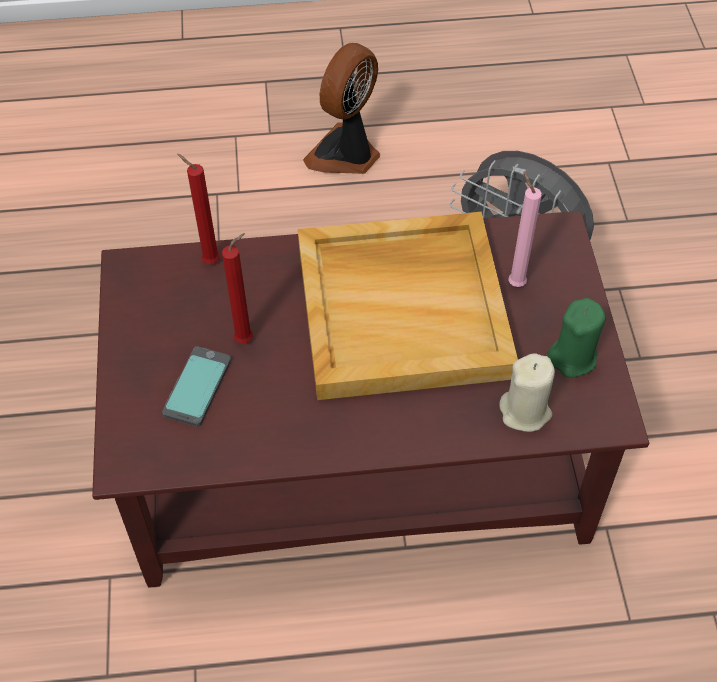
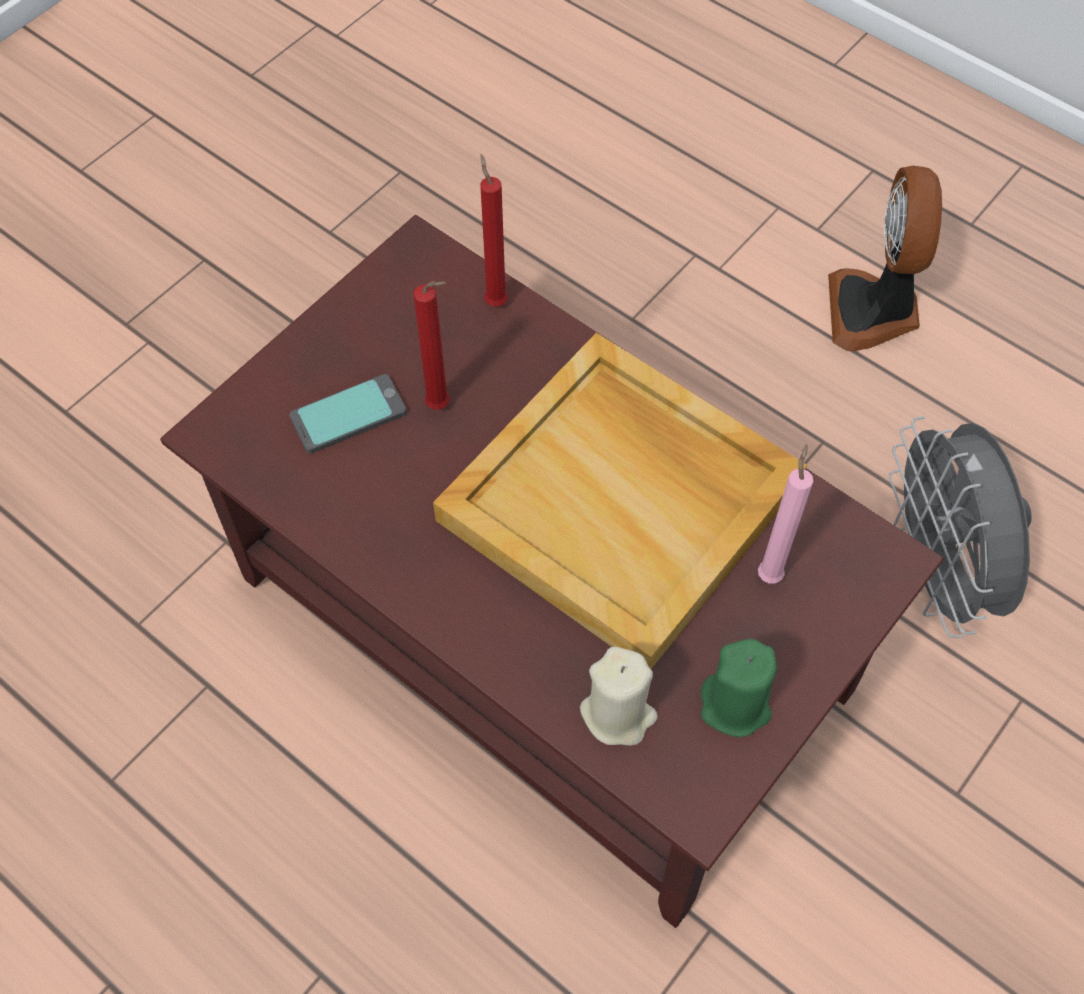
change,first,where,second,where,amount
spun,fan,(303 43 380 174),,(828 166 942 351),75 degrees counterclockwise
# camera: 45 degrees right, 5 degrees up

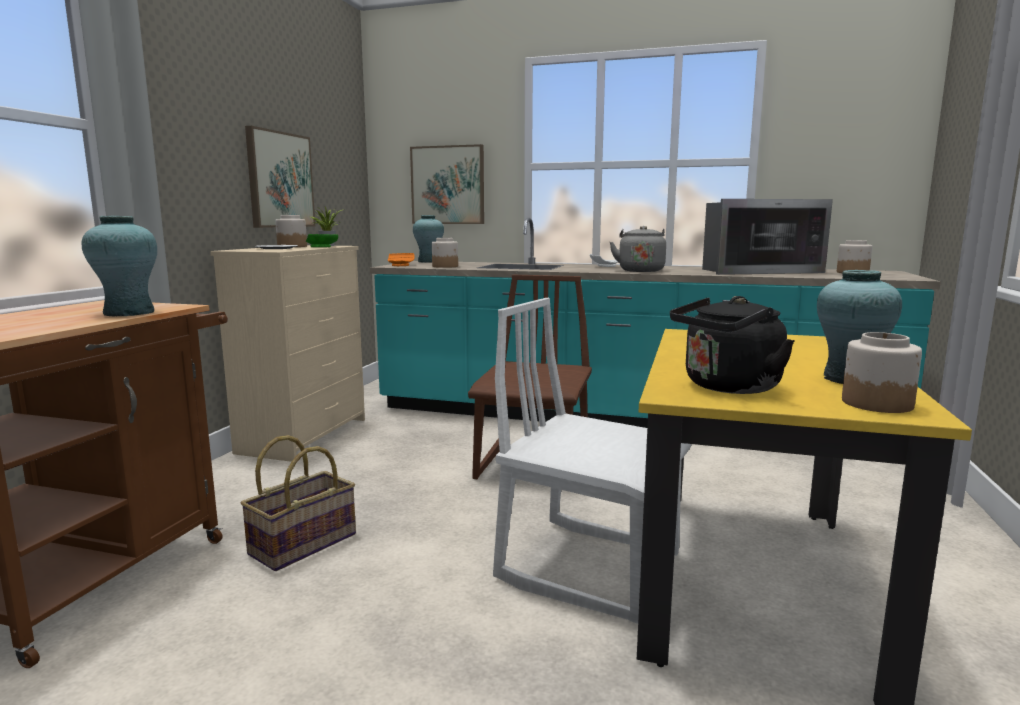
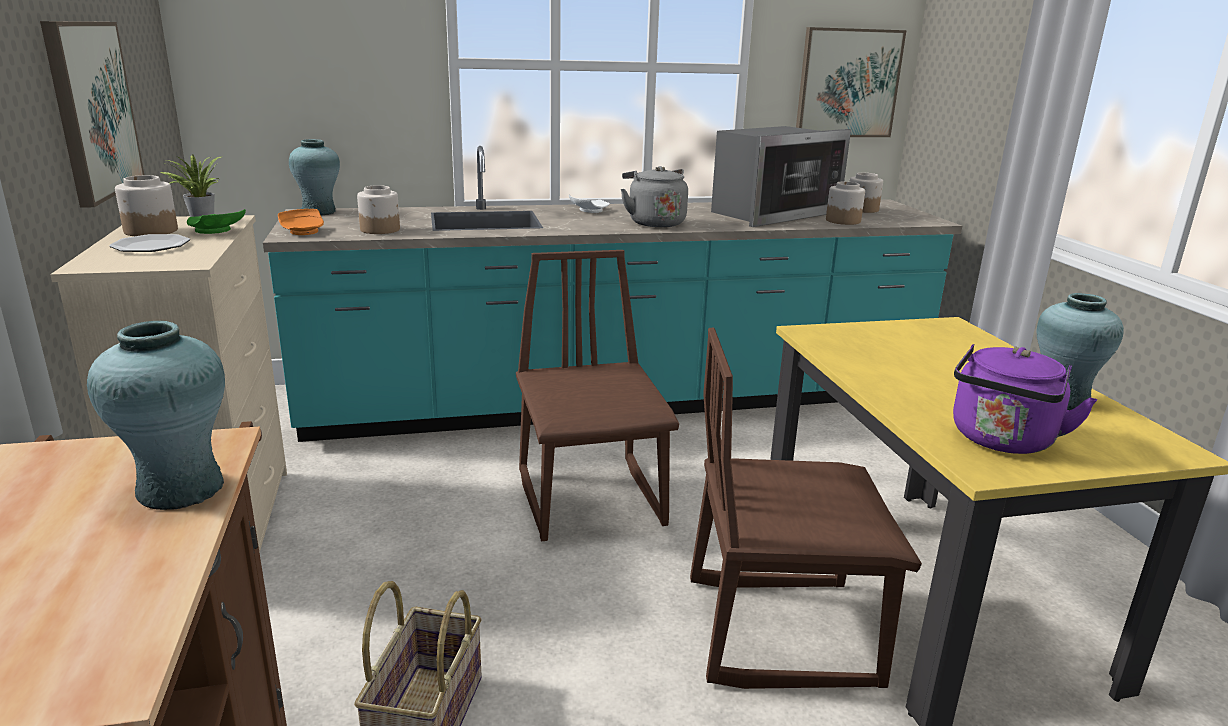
change,first,where,second,where,amount
colour,white-coloured plain chair,(493 298 691 624),brown plain chair,(690 328 922 689),
relocated,wall picture,(410 144 484 224),,(796 27 906 137),
relocated,storage jar,(842 332 922 413),,(826 181 865 225),
colour,black tea kettle,(670 296 794 394),purplish tea kettle,(953 344 1097 454),
# camera: 30 degrees left, 10 degrees up

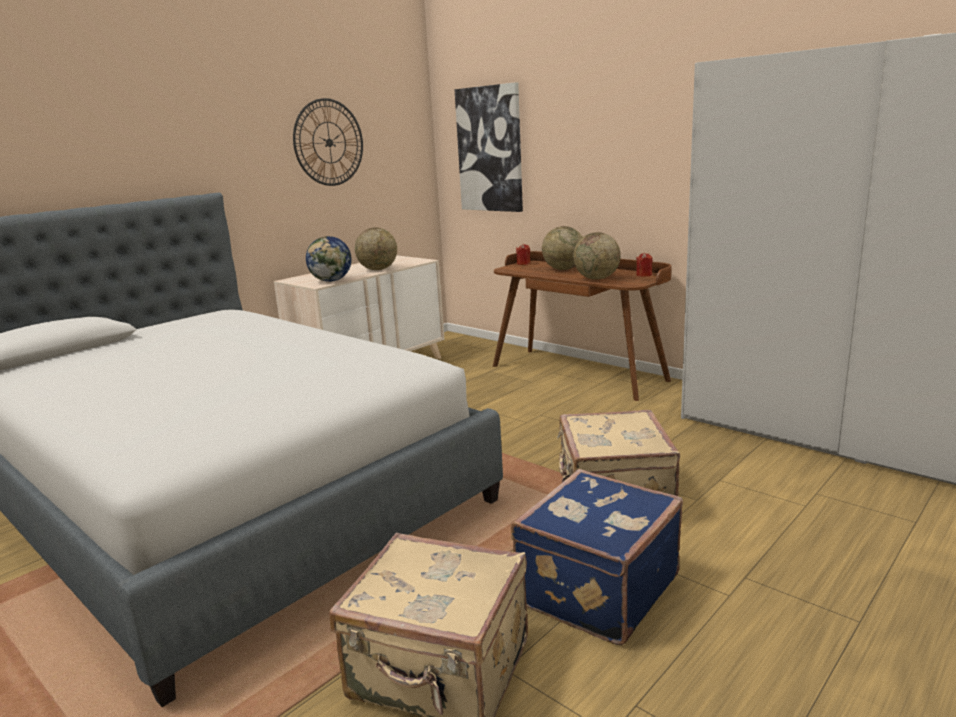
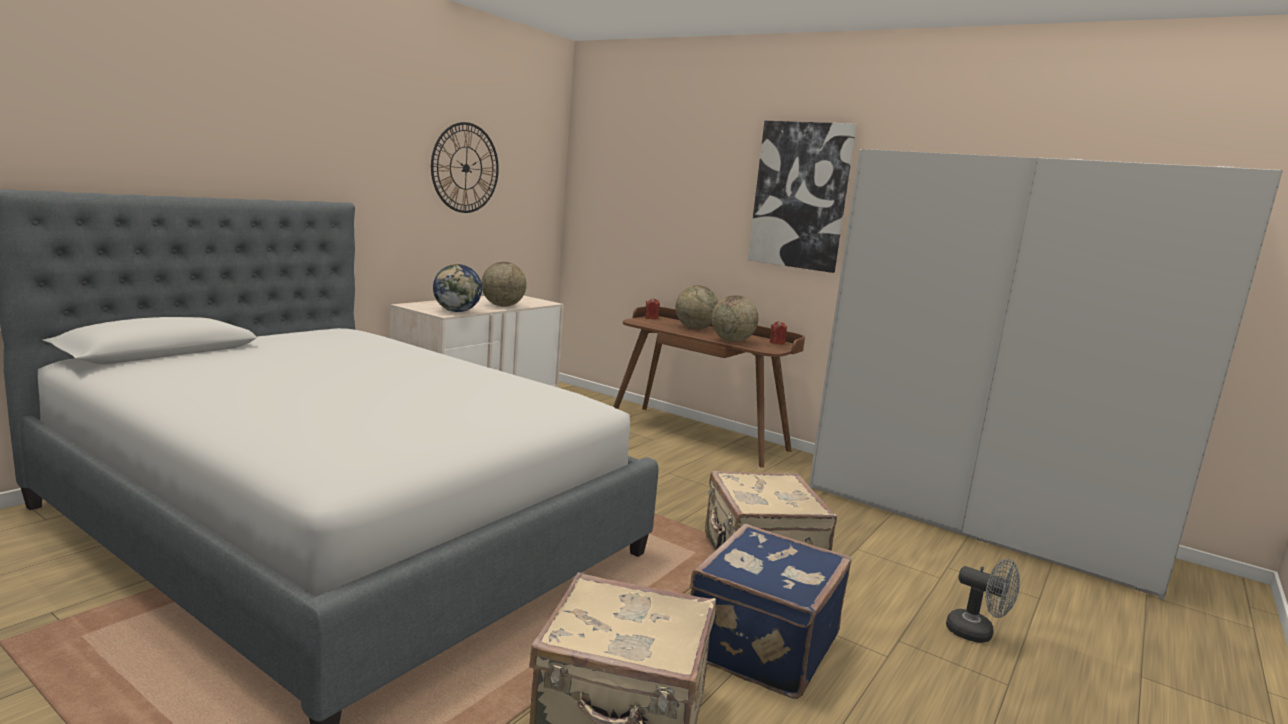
change,first,where,second,where,amount
relocated,wall picture,(455 82 523 212),,(748 121 857 273),
appeared,,,greyish fan,(946 559 1020 643),
# camera: 10 degrees left, 5 degrees down

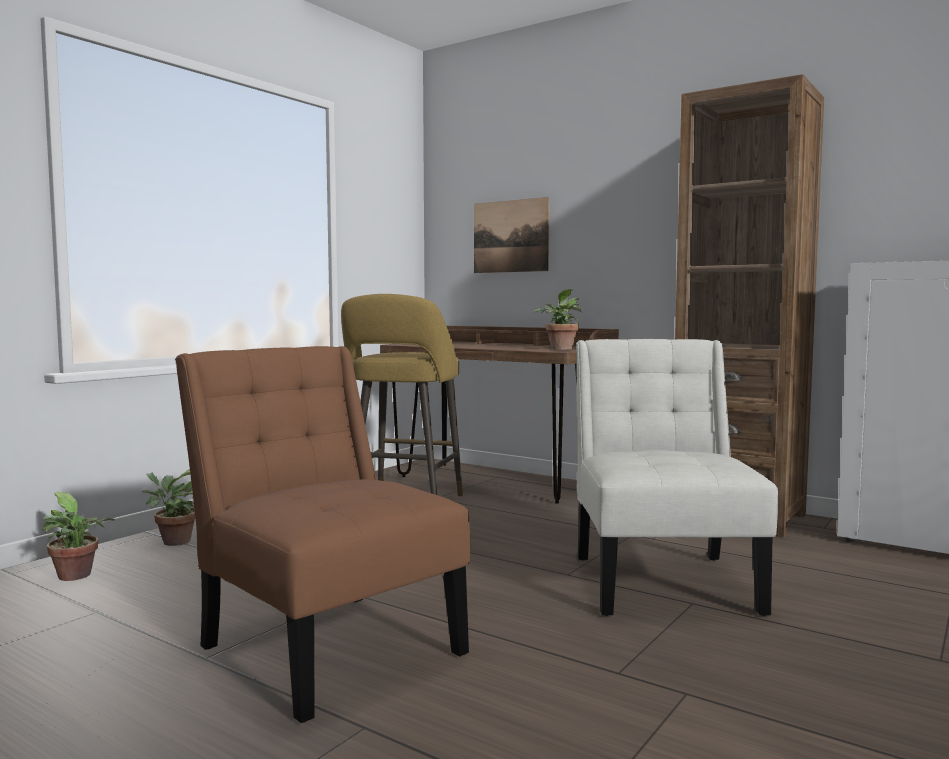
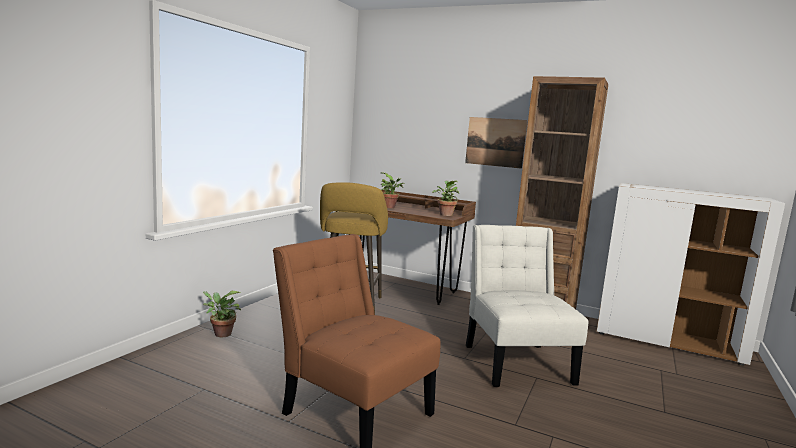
change,first,where,second,where,amount
relocated,plant in a pot,(42 492 115 581),,(381 172 405 208),
relocated,wall picture,(474 197 550 273),,(465 117 528 169),
# camera: 10 degrees left, 5 degrees up

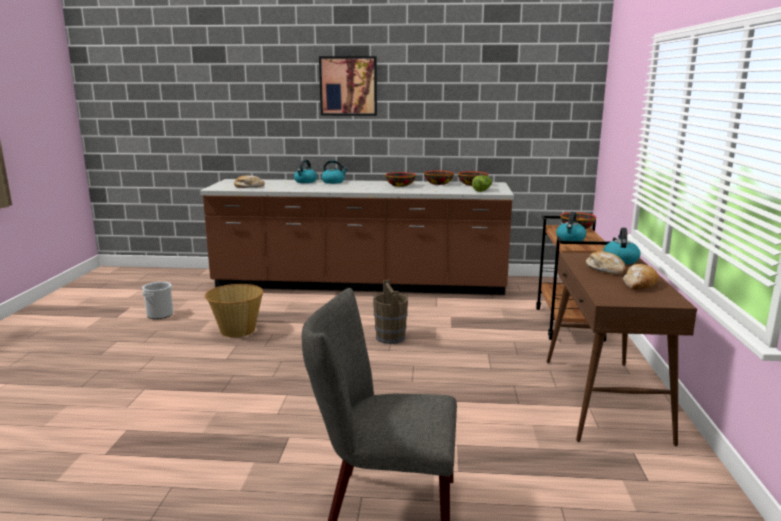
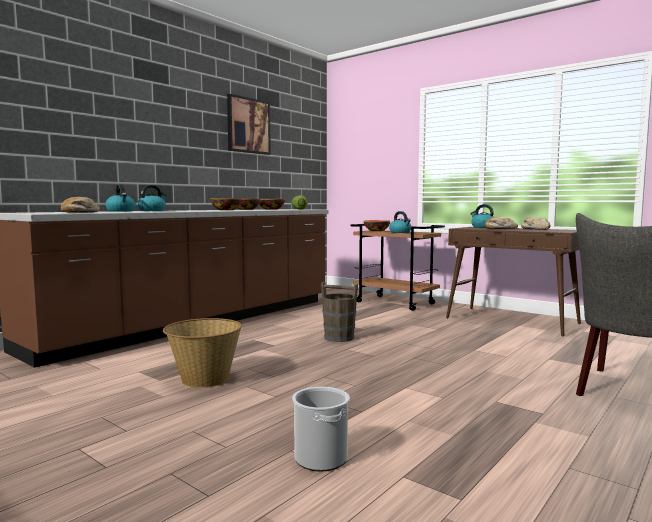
change,first,where,second,where,amount
relocated,wall picture,(319 56 377 116),,(227 94 271 155),
relocated,water bucket,(142 282 174 319),,(292 387 350 471),
# camera: 55 degrees left, 10 degrees down

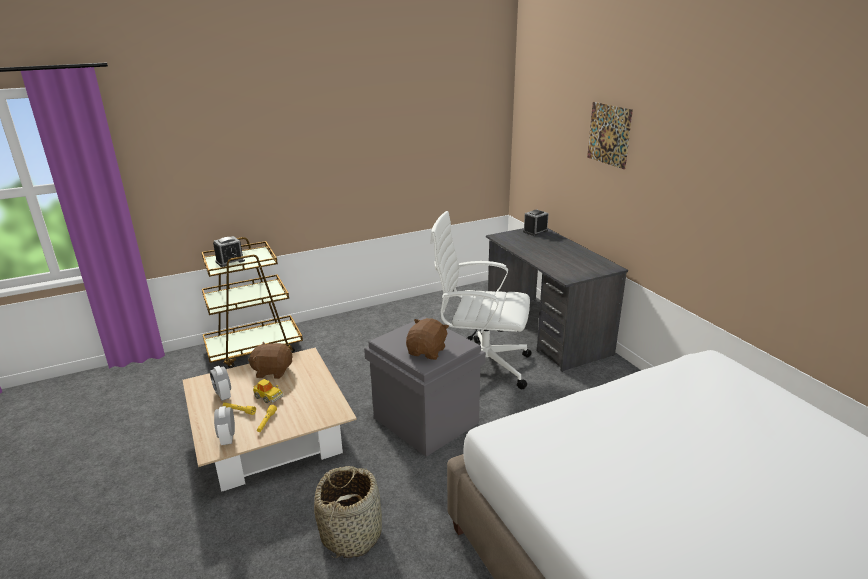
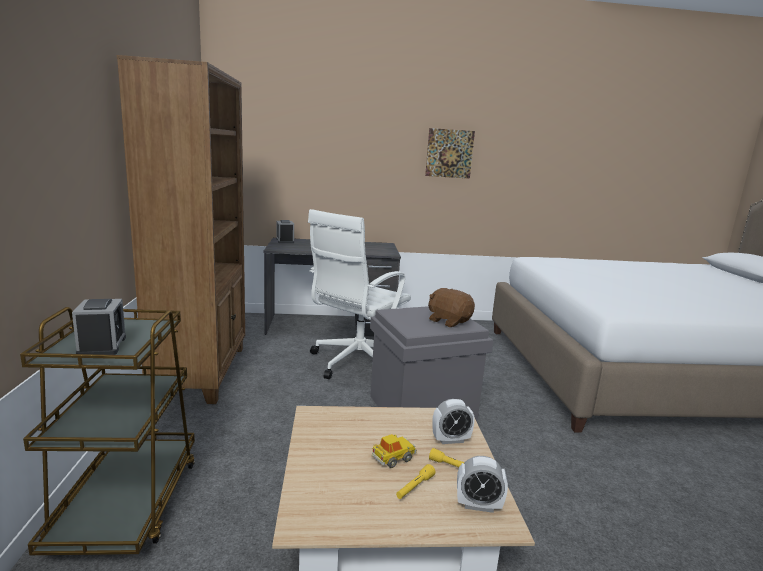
change,first,where,second,where,amount
appeared,,,brown bookcase,(117 55 245 404),
relocated,wall picture,(587 102 633 169),,(425 128 475 179),
relocated,bedside clock,(210 366 231 401),,(432 399 475 444),
missing,brown soft toy,(248 341 292 379),,,
missing,household basket,(314 466 382 558),,,
# camera: 70 degrees left, 10 degrees down

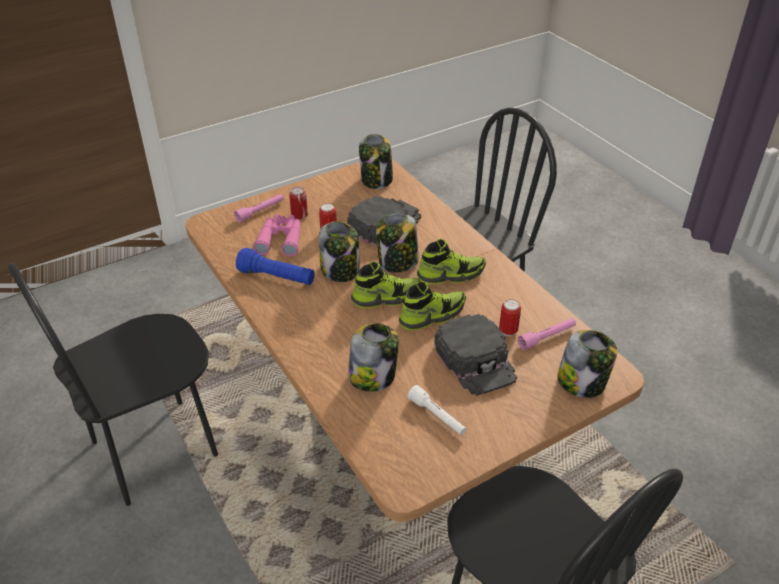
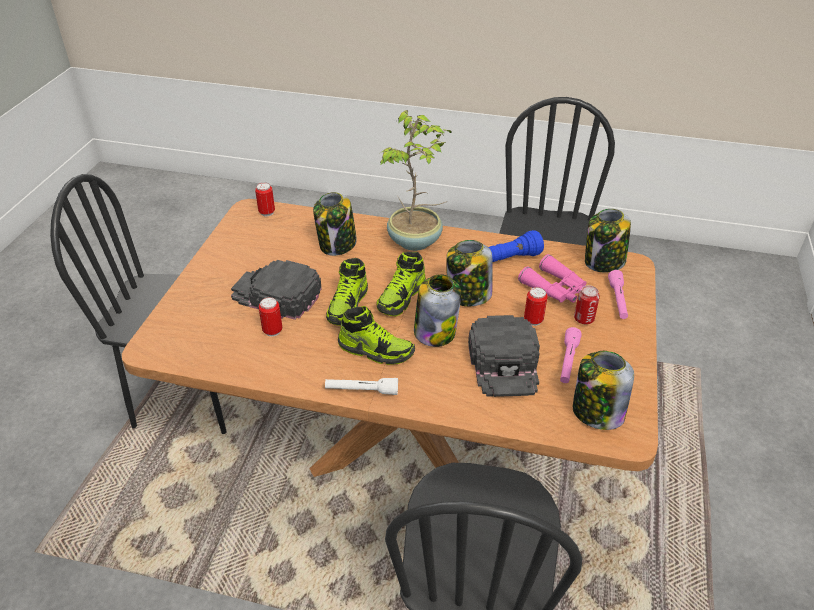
change,first,where,second,where,amount
appeared,,,sealed can,(255 183 275 216),
relocated,white-coloured torch,(408 385 466 435),,(325 378 398 395),
spun,low shoe,(417 239 486 284),,(338 306 415 365),105 degrees counterclockwise
appeared,,,plant in a pot,(380 110 451 251),
relocated,pink-coloured torch,(518 318 576 350),,(560 327 582 383),
relocated,storage jar,(557 330 617 398),,(585 209 631 272),
# camera: 135 degrees right, 0 degrees up

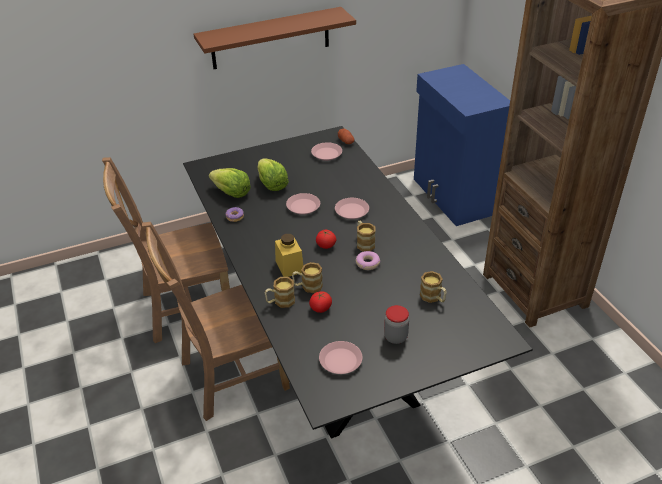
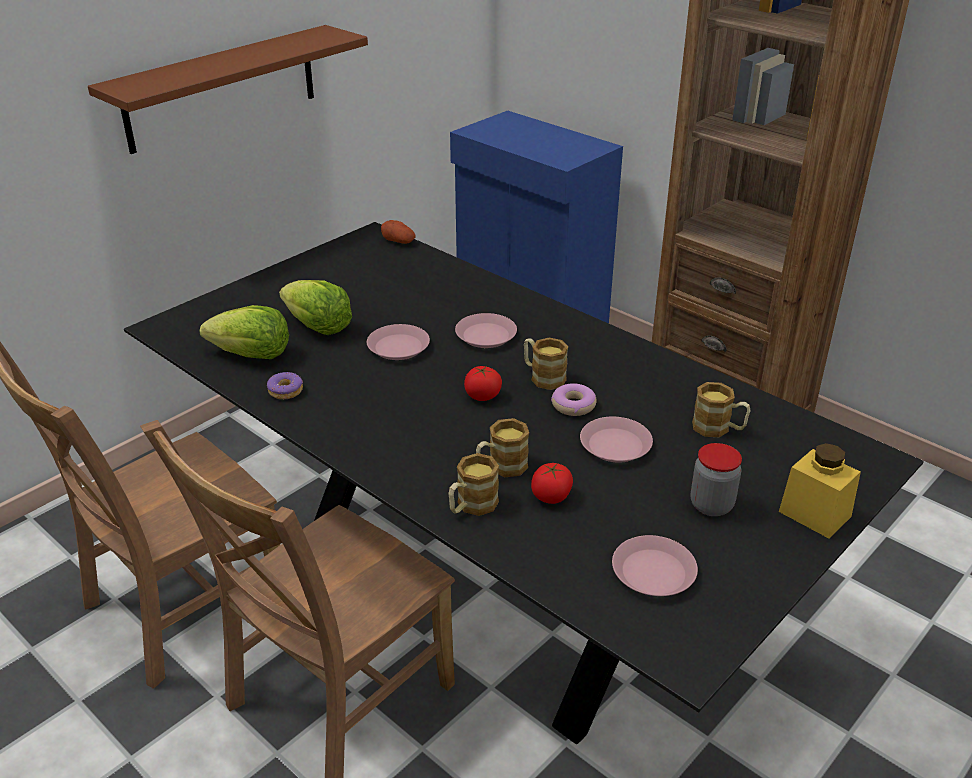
change,first,where,second,where,amount
relocated,pink-coloured dinner plate,(311 142 342 161),,(580 417 653 463),
relocated,yellowish storage jar,(275 234 303 277),,(779 443 861 538),
# camera: 25 degrees left, 5 degrees down

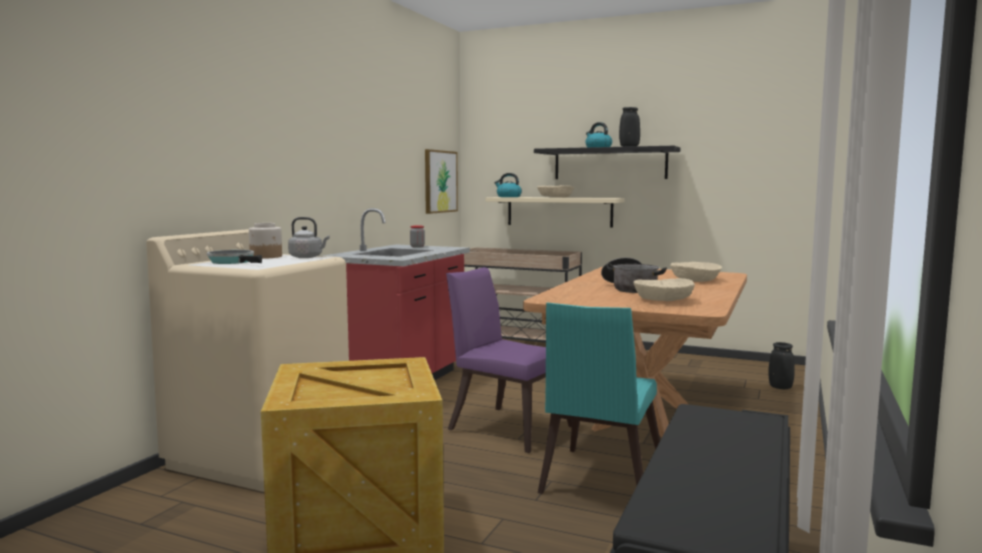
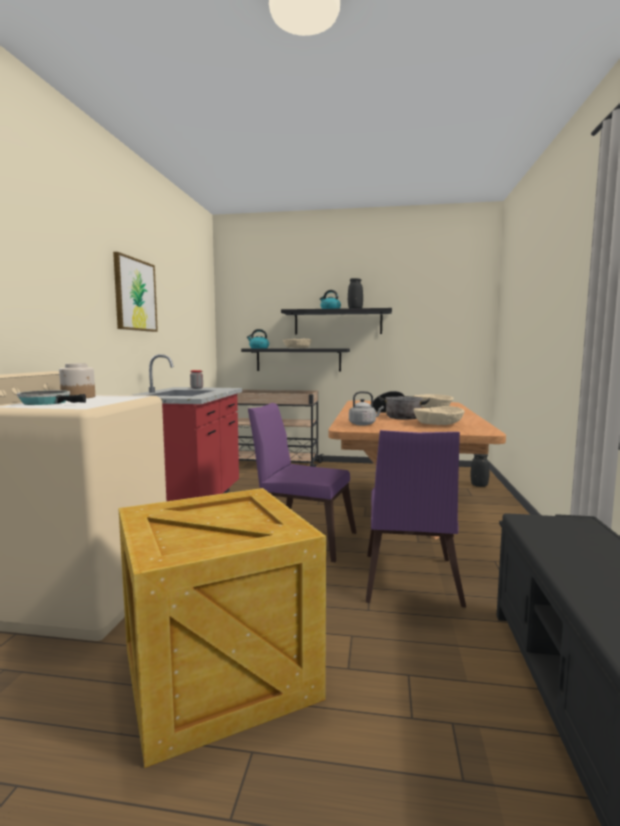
change,first,where,second,where,amount
relocated,wall picture,(425 149 458 214),,(113 252 158 332),
colour,beige wall shelf,(486 197 625 228),black wall shelf,(241 349 350 371),
relocated,greyish tea kettle,(288 217 330 258),,(349 391 384 426),
colour,blue-green plain chair,(538 303 660 494),purplish plain chair,(366 430 466 608),
# camera: 15 degrees left, 0 degrees up

